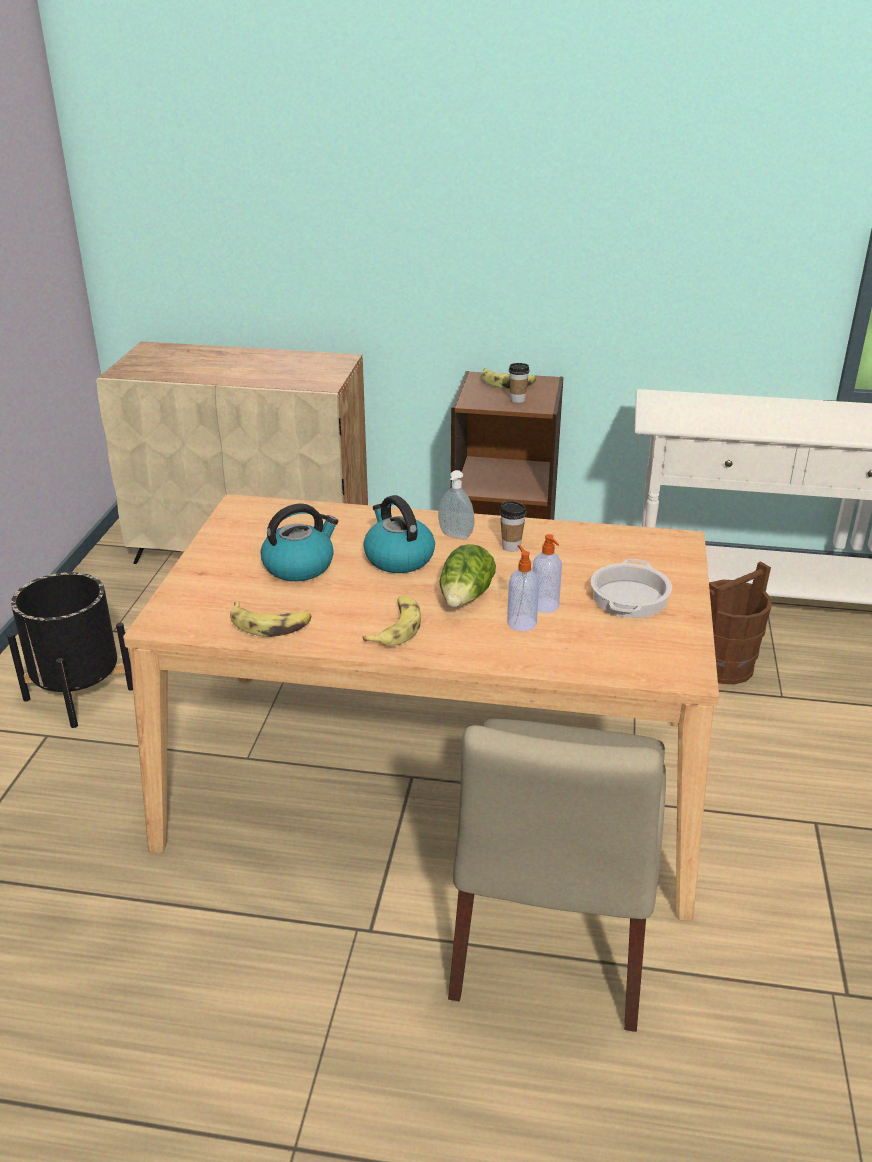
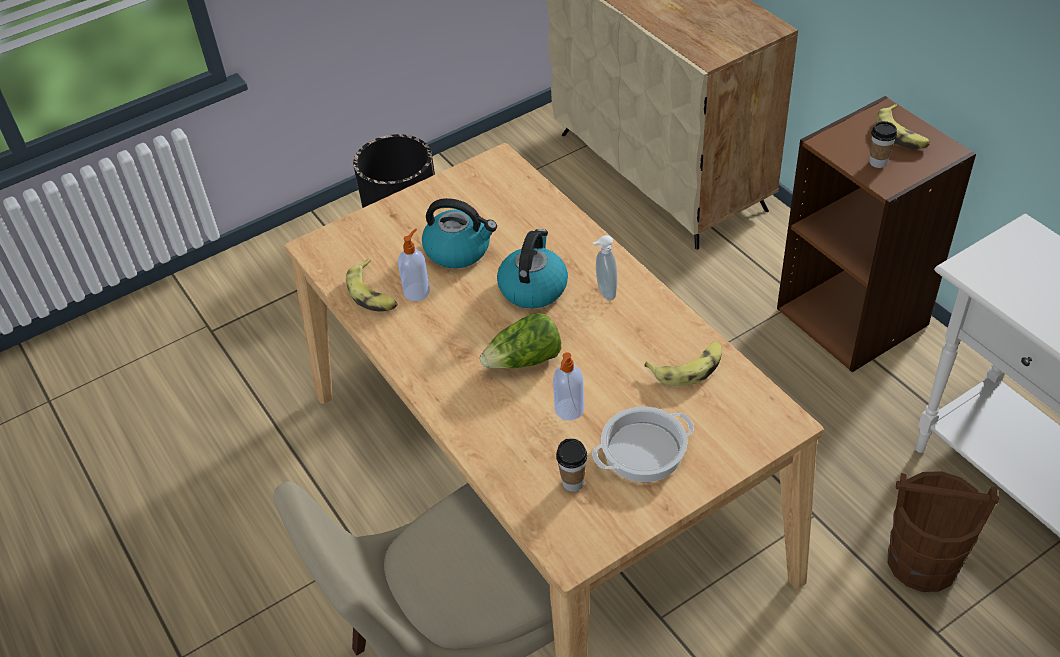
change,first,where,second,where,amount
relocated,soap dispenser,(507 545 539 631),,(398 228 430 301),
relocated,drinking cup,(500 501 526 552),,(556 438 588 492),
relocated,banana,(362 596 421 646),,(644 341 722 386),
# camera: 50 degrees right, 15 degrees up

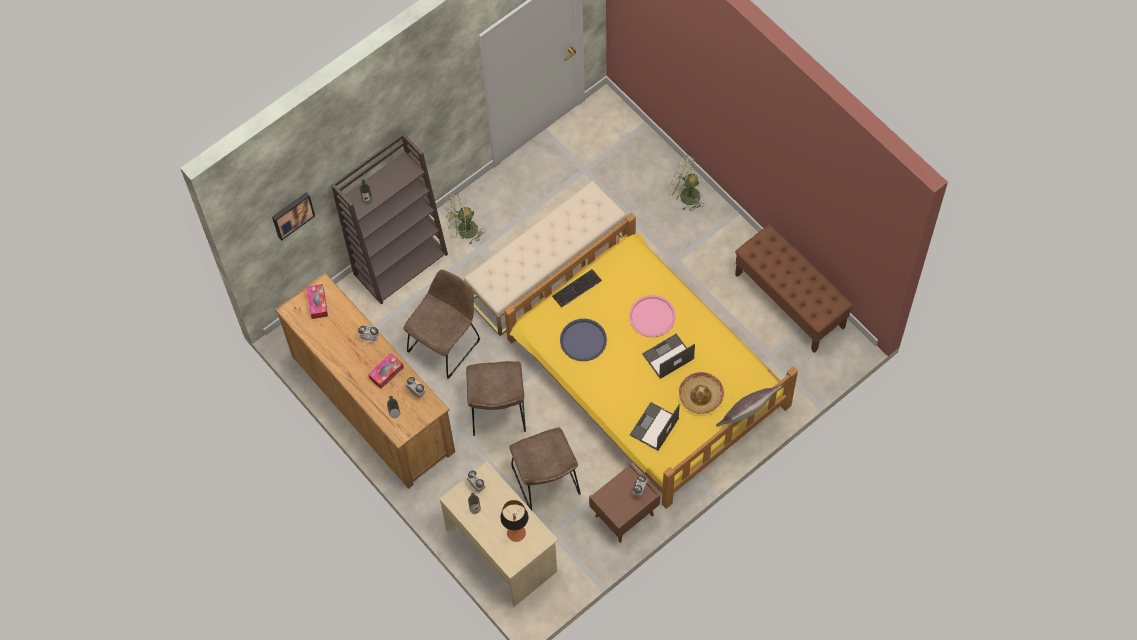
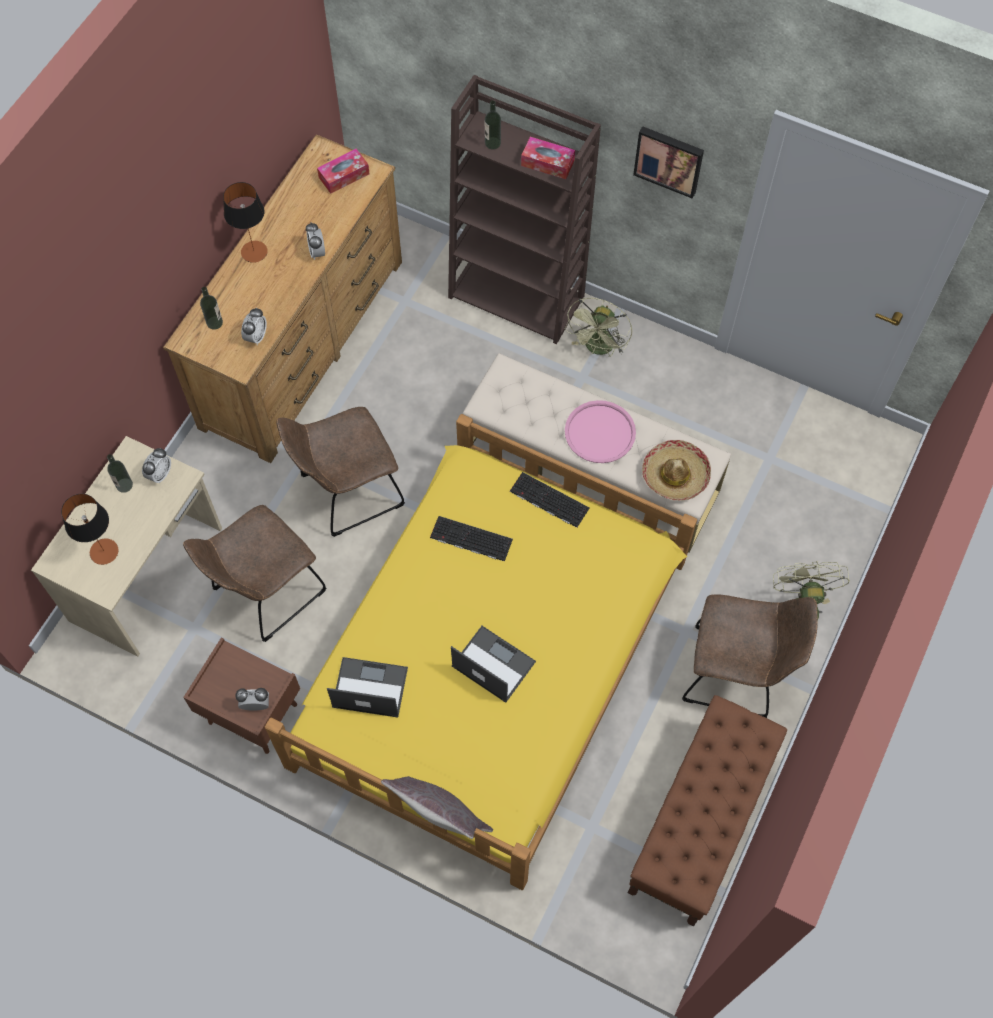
change,first,where,second,where,amount
appeared,,,lamp for a table,(223 182 268 263),
exchanged,blue-coloured serving tray,(560 319 607 361),PC keyboard,(430 516 513 561),
relocated,box of tissues,(368 353 404 389),,(521 137 575 179),
spun,greenish fan,(445 193 485 245),,(565 298 632 357),120 degrees counterclockwise
relocated,pink-coloured serving tray,(629 295 676 337),,(565 400 636 463),
relocated,wall picture,(272 192 315 241),,(633 126 704 199),
relocated,clothing hat,(679 372 724 414),,(642 440 711 500),
relocated,brown plain chair,(403 270 480 378),,(682 594 818 718),
# camera: 65 degrees right, 0 degrees up

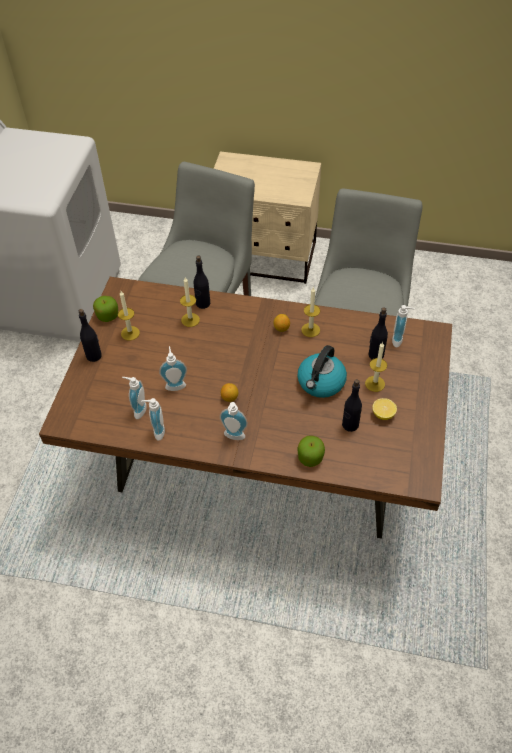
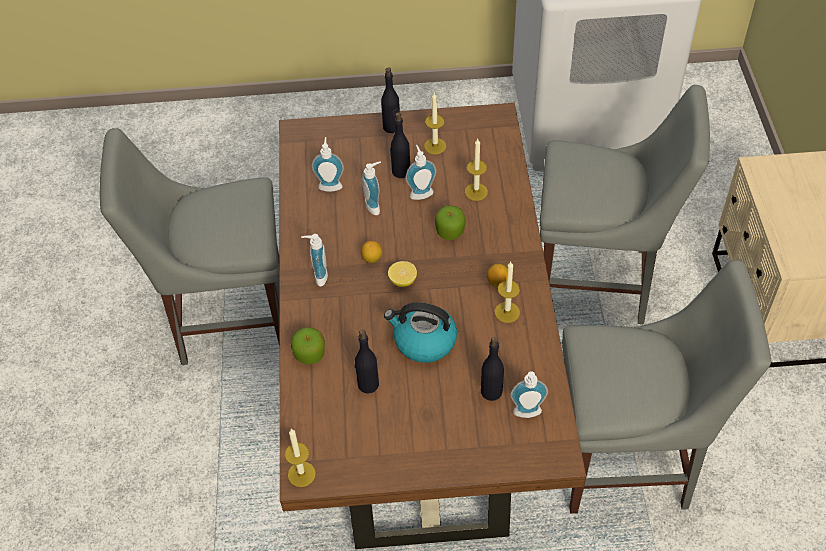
change,first,where,second,where,amount
appeared,,,greyish plain chair,(100 128 280 365),
relocated,candle,(365 342 387 392),,(285 429 316 487),
relocated,whole lemon,(372 398 397 420),,(388 261 417 287),
relocated,black bottle,(194 256 210 309),,(390 112 410 178),
relocated,soap dispenser,(141 398 165 441),,(406 145 436 200),
relocated,whole apple,(93 296 118 322),,(435 205 466 240),
# camera: 75 degrees right, 0 degrees up

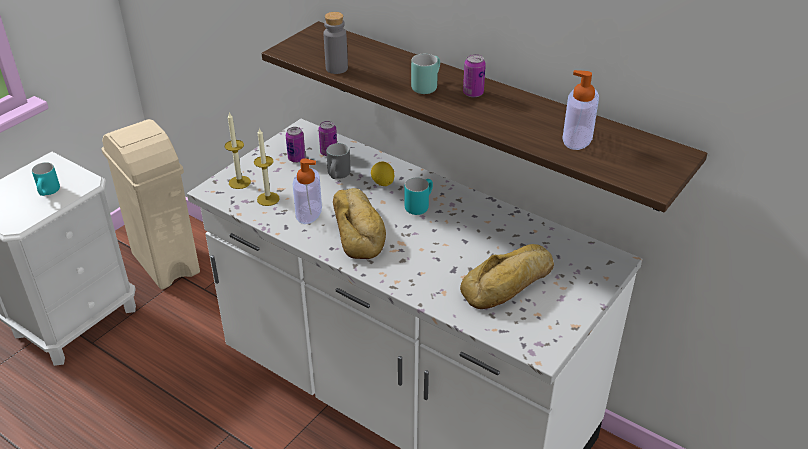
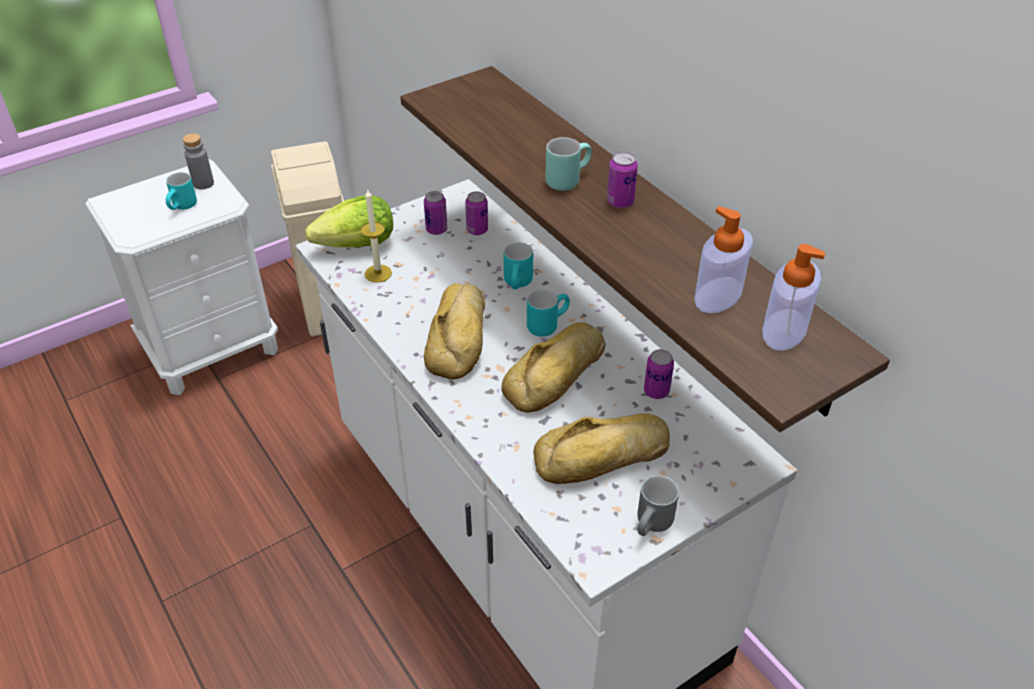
change,first,where,second,where,amount
relocated,greyish bottle,(323 12 348 74),,(183 133 214 190),
exchanged,candle,(225 112 251 189),lettuce head,(305 196 393 248),
appeared,,,bread,(502 322 606 413),
exchanged,whole lemon,(371 161 394 186),blue-green mug,(504 242 533 290),
relocated,greyish mug,(326 143 351 179),,(637 476 679 536),
appeared,,,sealed can,(644 349 674 399),
relocated,soap dispenser,(292 158 322 224),,(762 244 826 351),
# camera: 20 degrees right, 5 degrees up

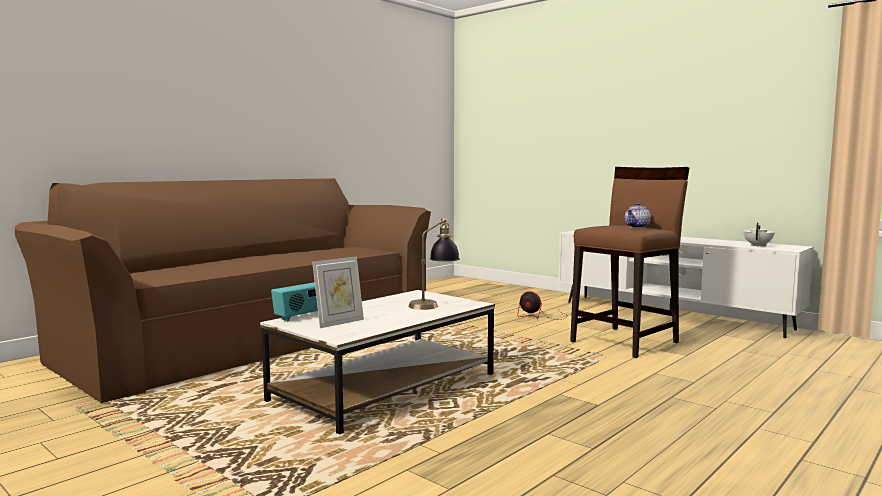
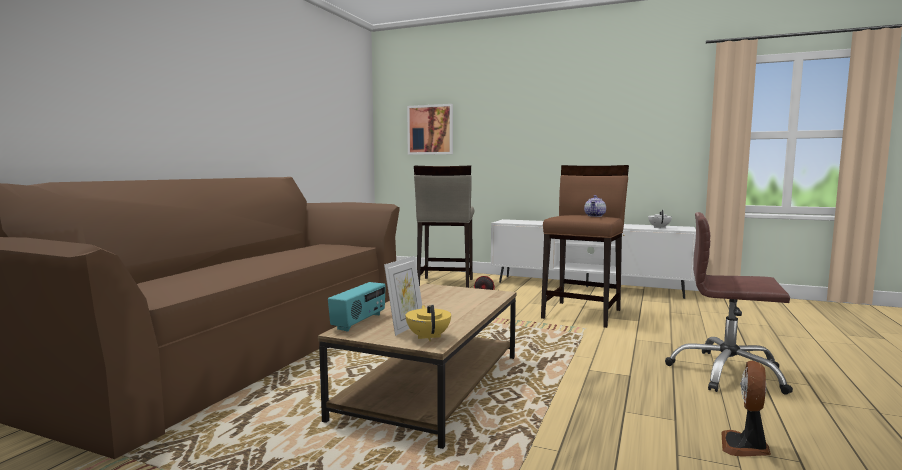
change,first,where,second,where,amount
colour,white-coloured coffee table,(260 290 495 435),brown coffee table,(318 284 516 449),
appeared,,,yellowish tea pot,(406 305 451 341),
appeared,,,wall picture,(407 104 453 155),
appeared,,,beige sitting stool,(414 165 474 288),
appeared,,,brown desk chair,(665 212 793 395),
appeared,,,fan,(721 361 771 456),
missing,lamp for a table,(409 218 460 310),,,
# camera: 20 degrees left, 0 degrees up

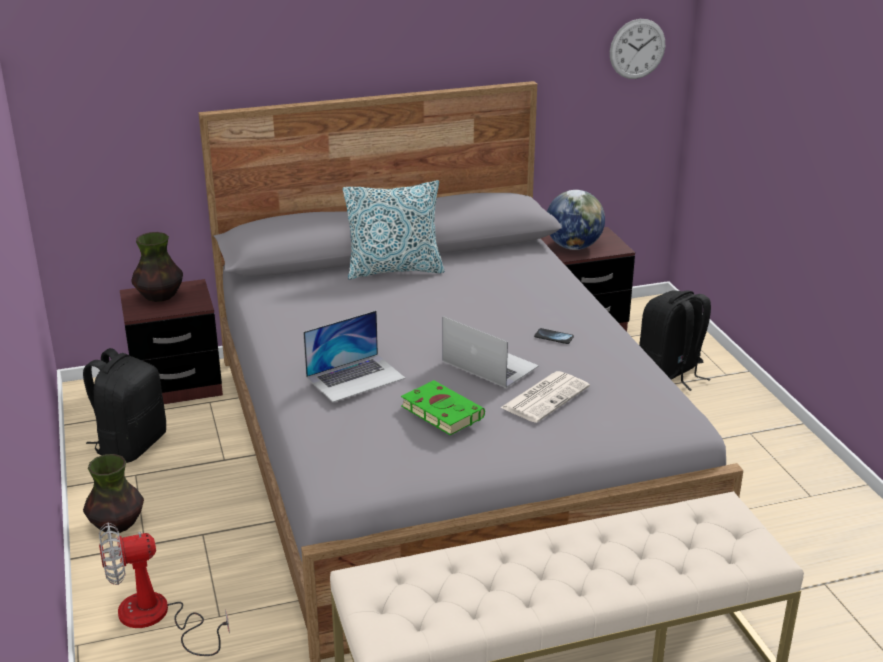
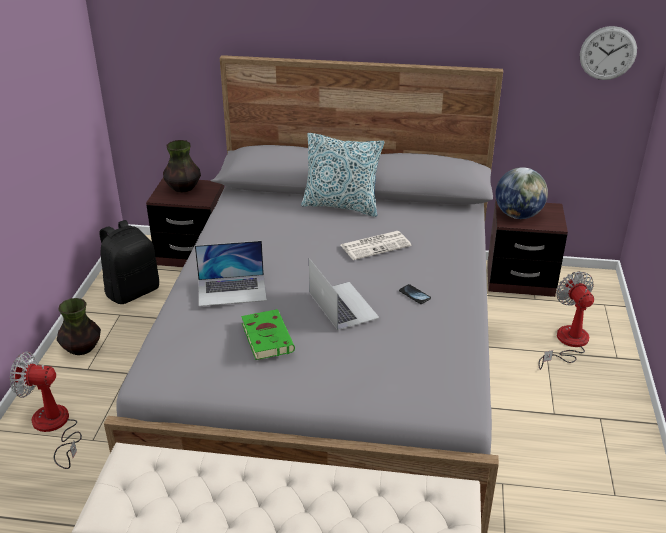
change,first,where,second,where,amount
relocated,daily paper,(500 371 590 423),,(341 231 411 260),
exchanged,black rucksack,(639 290 711 391),fan,(538 271 594 370),
# camera: 25 degrees right, 5 degrees up

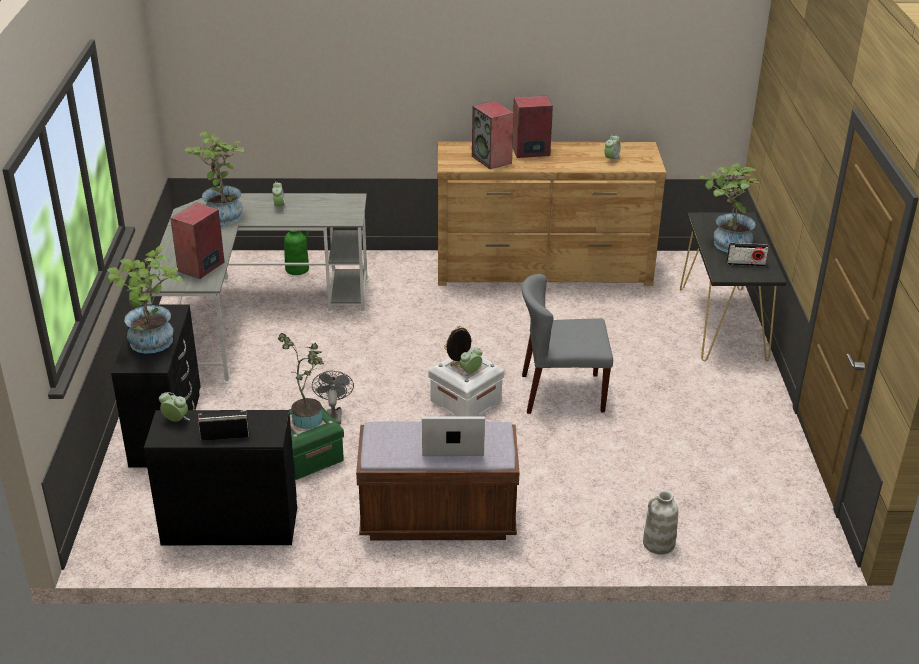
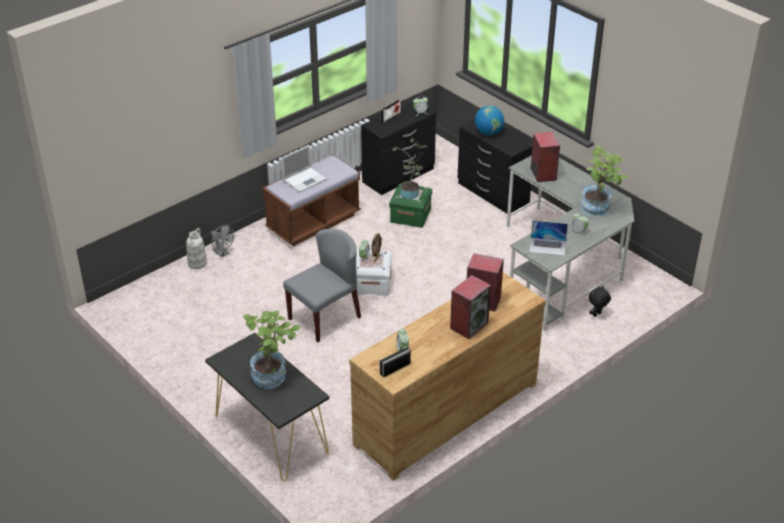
change,first,where,second,where,amount
relocated,greyish fan,(312 371 354 424),,(211 225 234 257),
relocated,radio set,(727 243 769 266),,(379 346 411 377),
exchanged,plant in a pot,(107 246 184 354),globe,(475 105 504 135),
appeared,,,portable computer,(529 221 568 256),
exchanged,greenish vase,(284 231 309 275),black soft toy,(589 286 611 317),
# camera: 140 degrees right, 5 degrees up

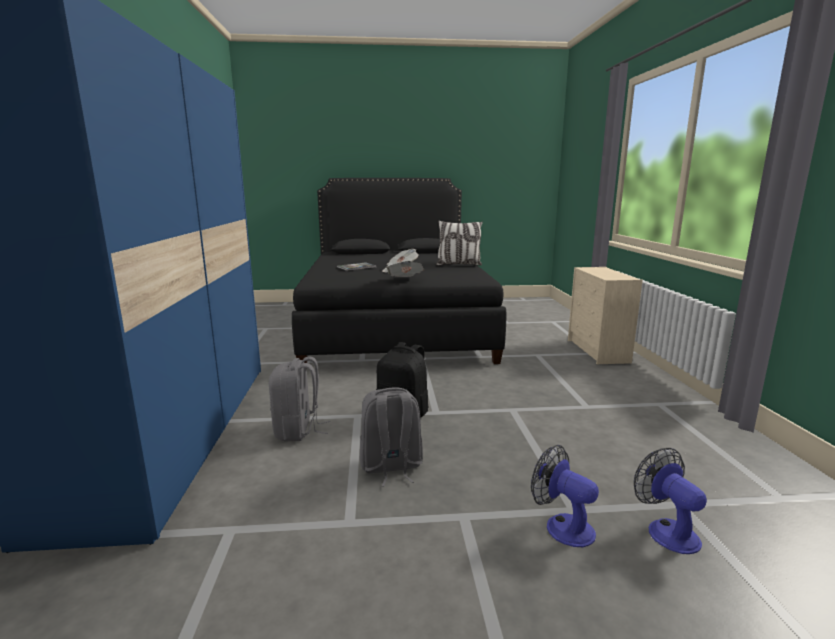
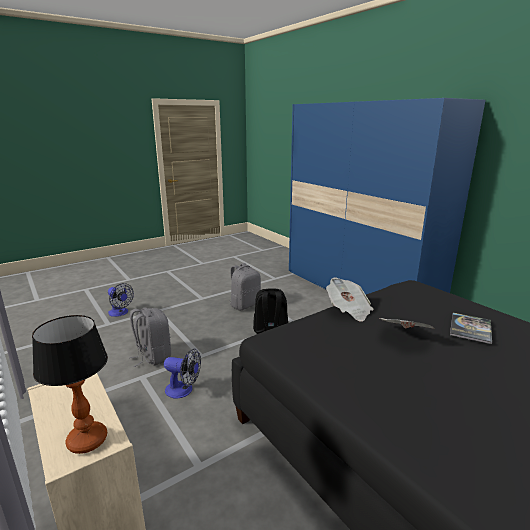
change,first,where,second,where,amount
appeared,,,lamp for a table,(32 315 108 454),
relocated,greyish rucksack,(269 357 330 441),,(129 307 171 367),
relocated,fan,(531 445 599 547),,(164 349 201 399),
missing,pillow,(436 220 483 266),,,
# camera: 150 degrees right, 5 degrees up

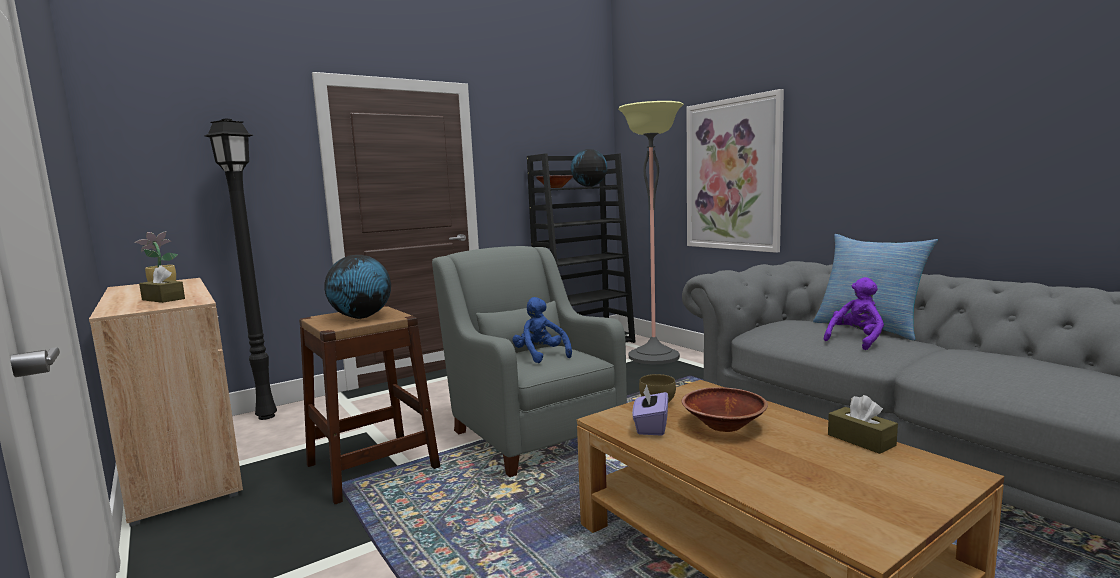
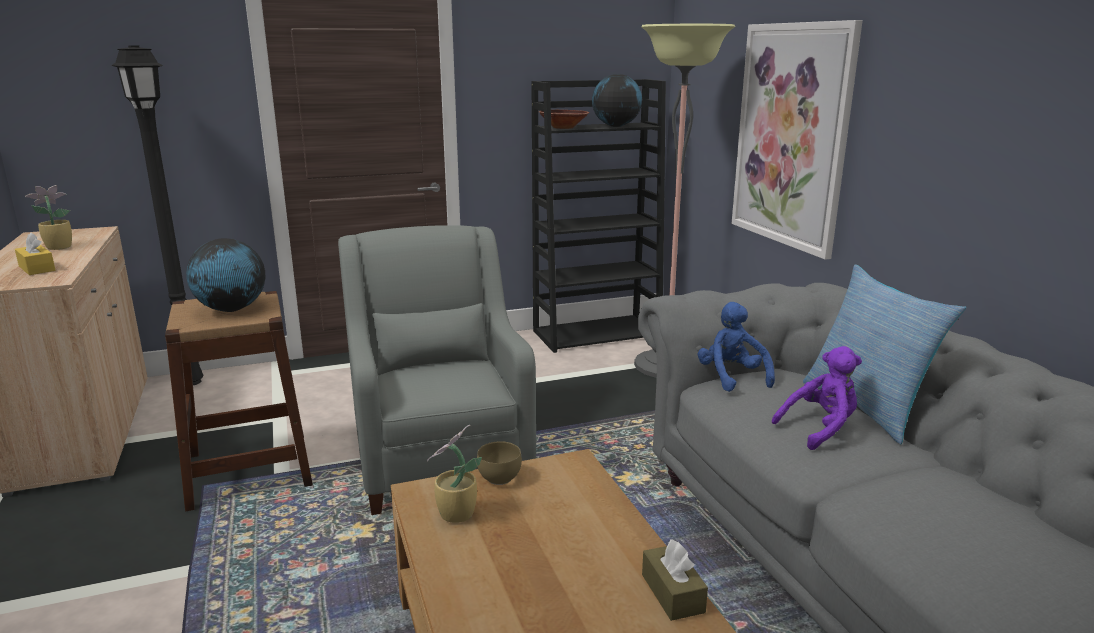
change,first,where,second,where,amount
colour,brown box of tissues,(139 265 185 303),yellowish box of tissues,(15 232 55 275),
exchanged,purplish box of tissues,(632 384 668 436),plant in a pot,(427 425 482 523),
relocated,blue-coloured soft toy,(512 297 572 363),,(697 302 775 392),
missing,brown bowl,(682 387 768 432),,,
# camera: 15 degrees right, 10 degrees up

